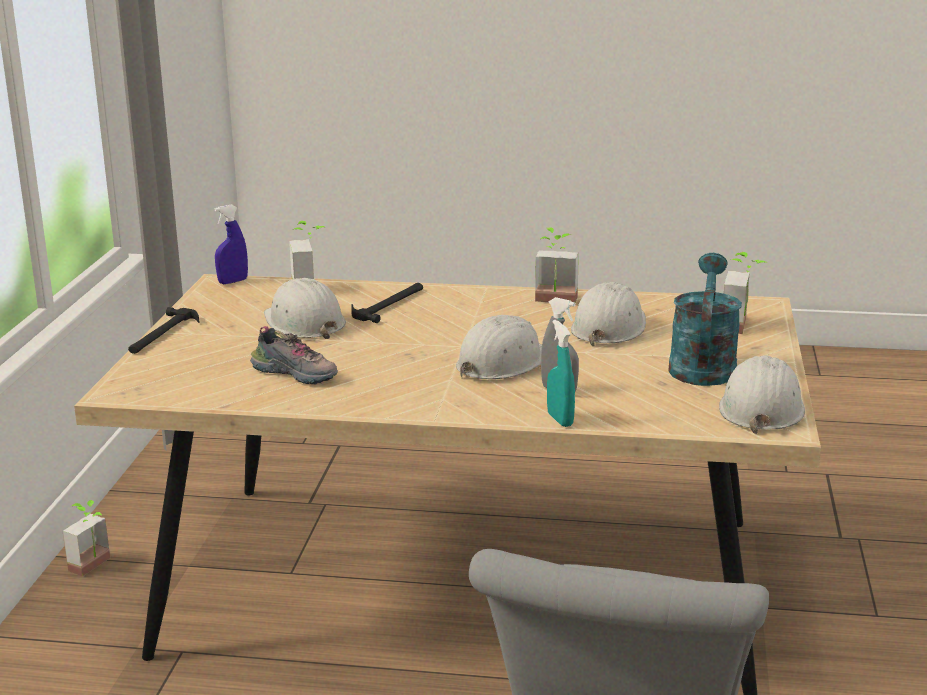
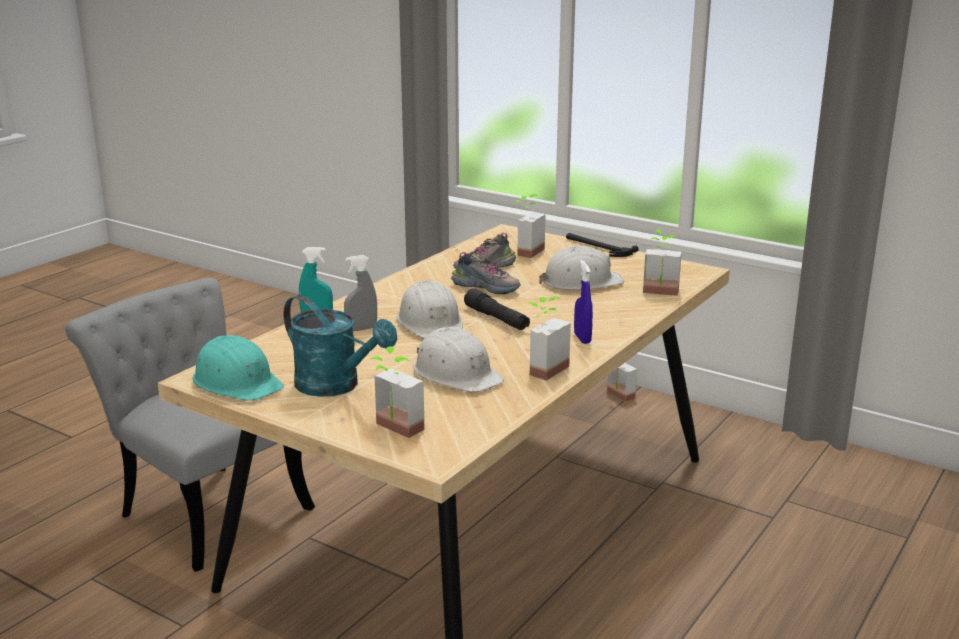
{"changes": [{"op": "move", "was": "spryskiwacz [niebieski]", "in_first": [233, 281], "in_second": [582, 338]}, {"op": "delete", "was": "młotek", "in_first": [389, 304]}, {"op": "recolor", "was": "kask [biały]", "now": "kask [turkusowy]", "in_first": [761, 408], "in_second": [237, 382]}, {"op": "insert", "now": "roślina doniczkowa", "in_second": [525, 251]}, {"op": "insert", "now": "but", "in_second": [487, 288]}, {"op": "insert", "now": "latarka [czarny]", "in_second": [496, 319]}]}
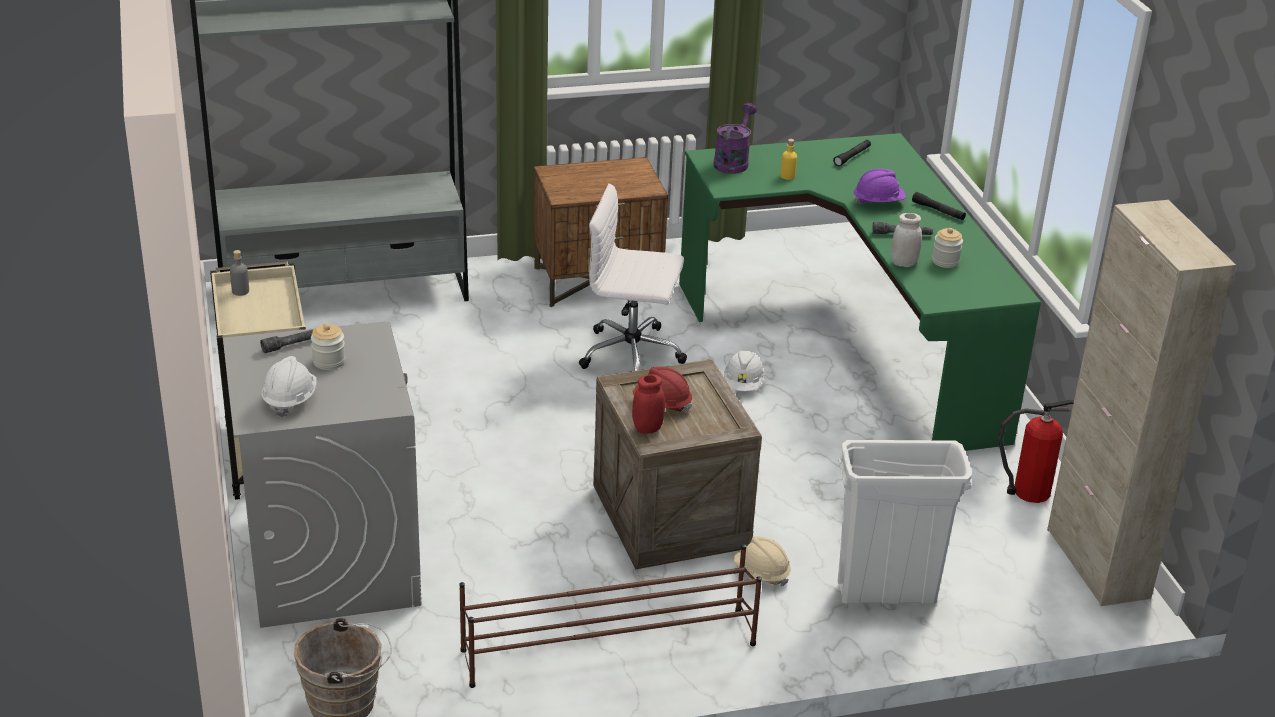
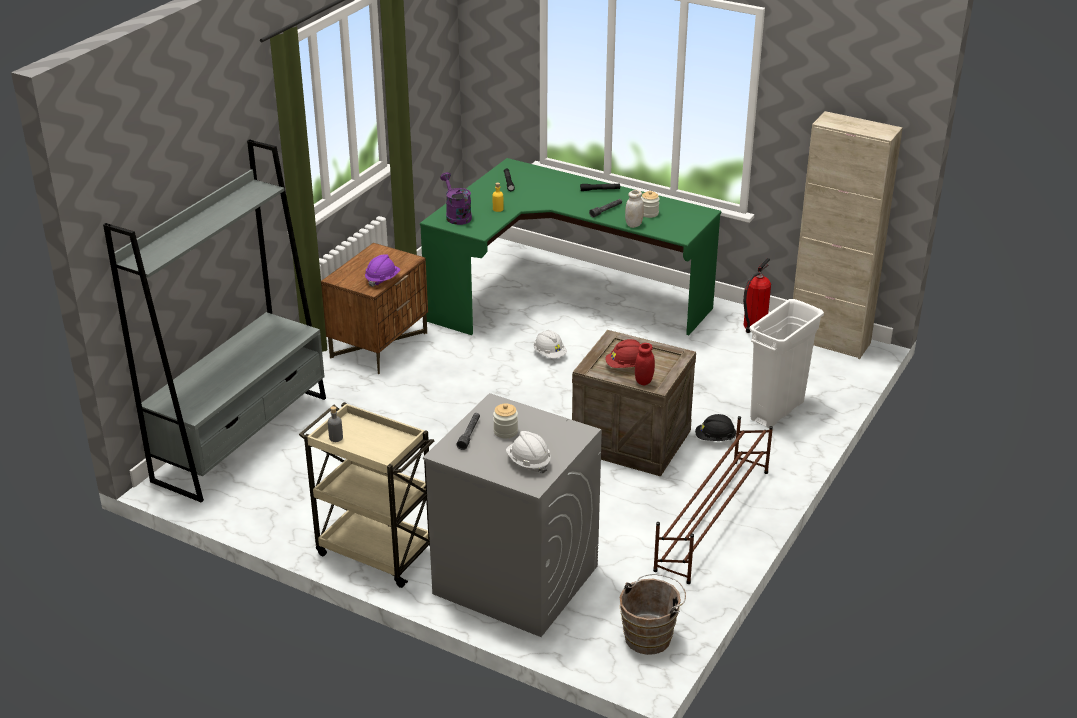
{"changes": [{"op": "move", "was": "kask [fioletowy]", "in_first": [878, 202], "in_second": [382, 279]}, {"op": "delete", "was": "krzesło biurowe [biały]", "in_first": [633, 355]}, {"op": "recolor", "was": "kask [beżowy]", "now": "kask [czarny]", "in_first": [761, 573], "in_second": [715, 439]}]}
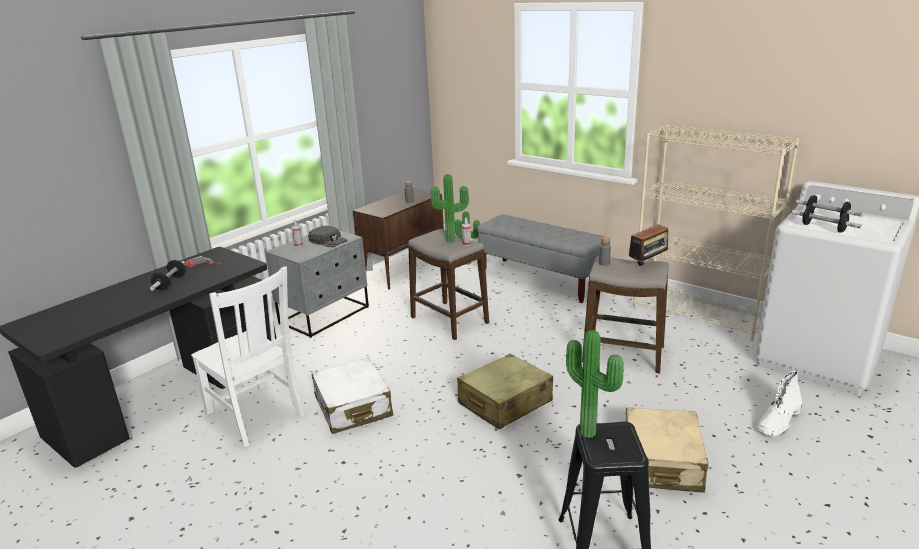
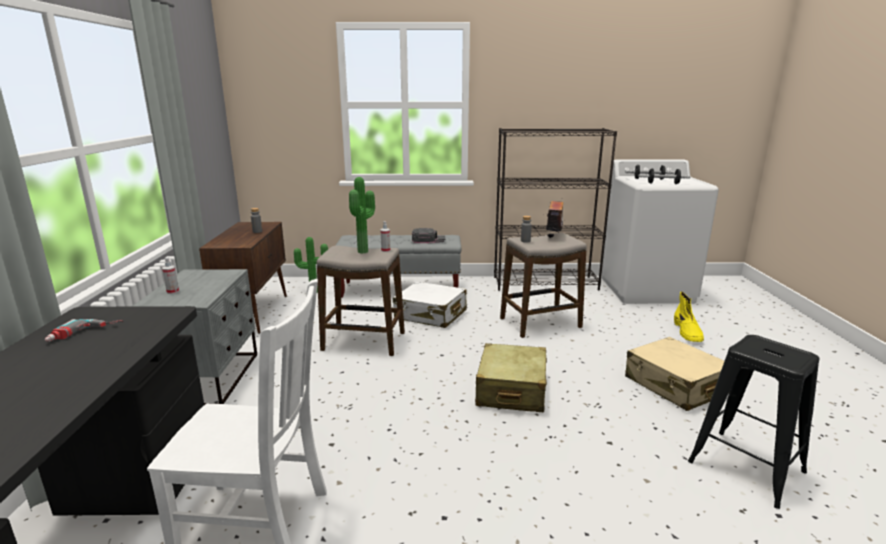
{"changes": [{"op": "recolor", "was": "regał [beżowy]", "now": "regał [czarny]", "in_first": [699, 314], "in_second": [545, 283]}, {"op": "move", "was": "czapka z daszkiem [czarny]", "in_first": [328, 240], "in_second": [428, 239]}, {"op": "delete", "was": "hantel", "in_first": [170, 283]}, {"op": "delete", "was": "roślina doniczkowa", "in_first": [590, 431]}, {"op": "move", "was": "walizka [biały]", "in_first": [353, 407], "in_second": [430, 315]}, {"op": "recolor", "was": "but z cholewką [biały]", "now": "but z cholewką [żółty]", "in_first": [778, 421], "in_second": [687, 332]}]}
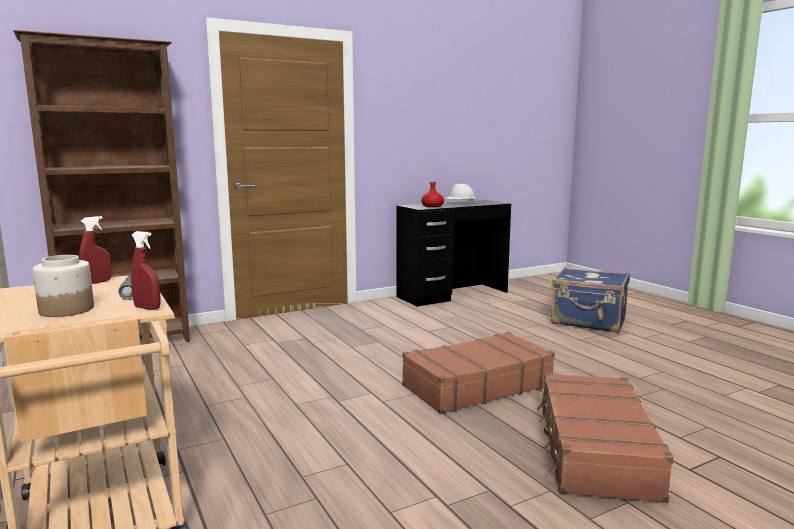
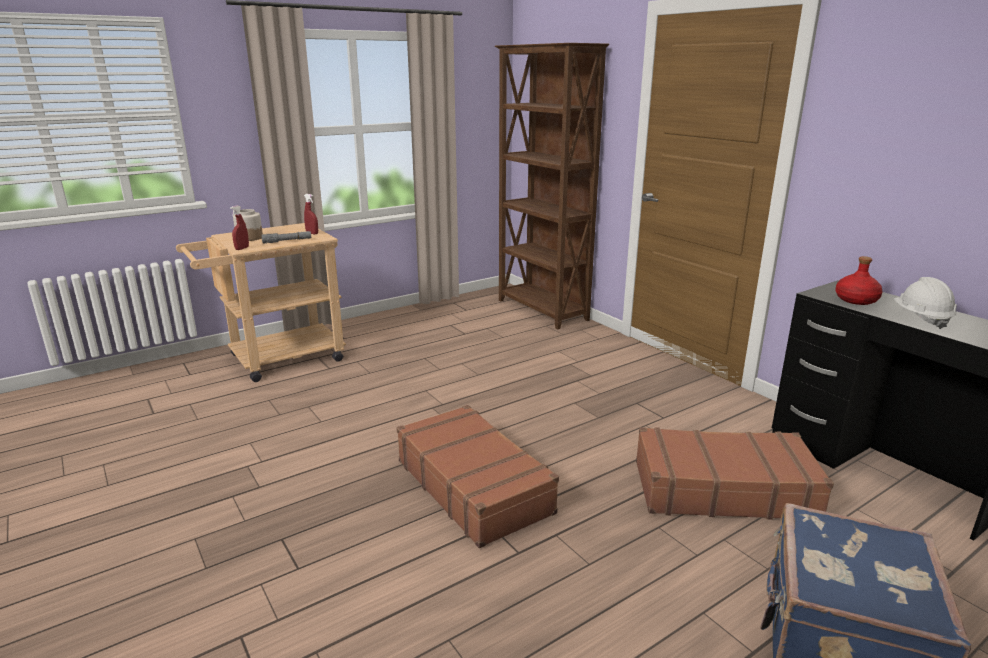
{"changes": [{"op": "move", "was": "walizka [brązowy]", "in_first": [594, 450], "in_second": [722, 489]}]}
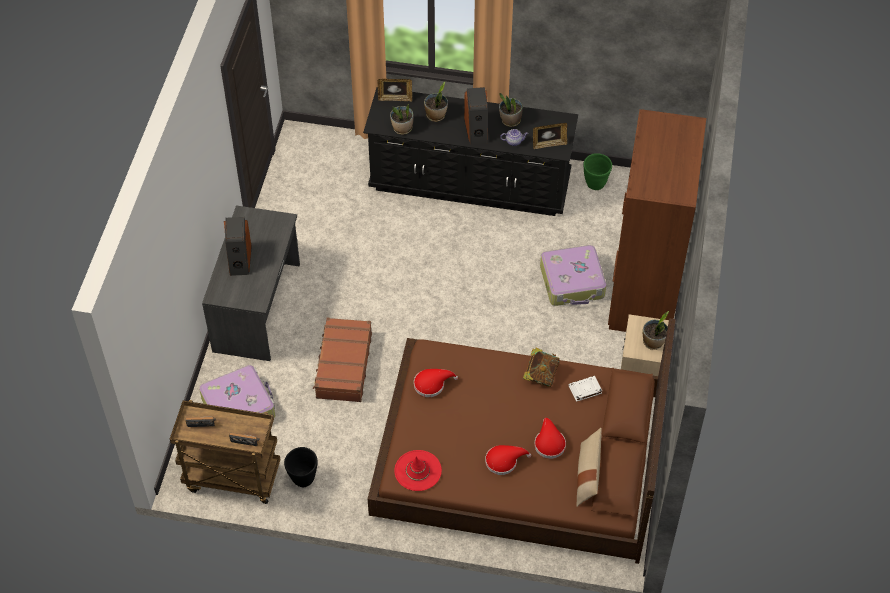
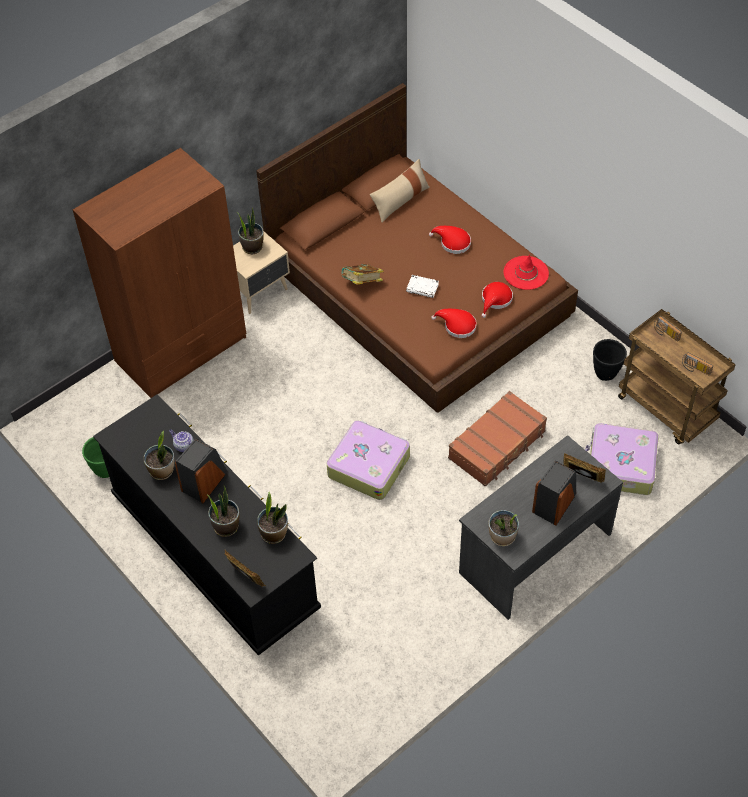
{"changes": [{"op": "move", "was": "ramka na zdjęcie", "in_first": [549, 144], "in_second": [582, 478]}, {"op": "move", "was": "walizka", "in_first": [572, 282], "in_second": [368, 465]}, {"op": "move", "was": "książka [biały]", "in_first": [585, 390], "in_second": [422, 288]}, {"op": "move", "was": "kapelusz [czerwony]", "in_first": [549, 443], "in_second": [495, 300]}, {"op": "insert", "now": "roślina doniczkowa", "in_second": [502, 537]}]}
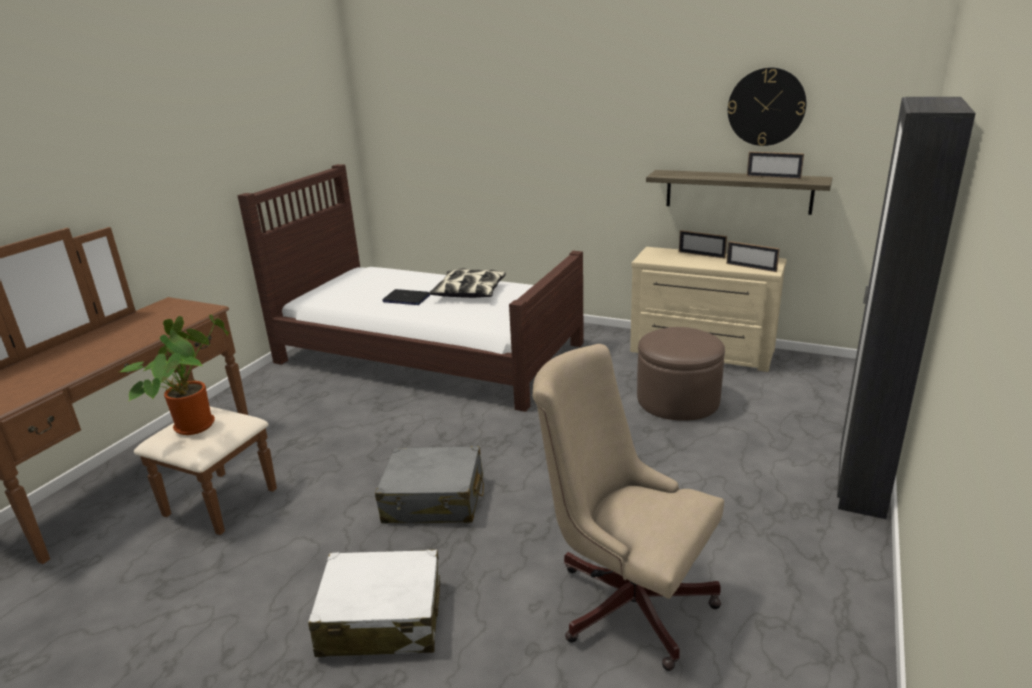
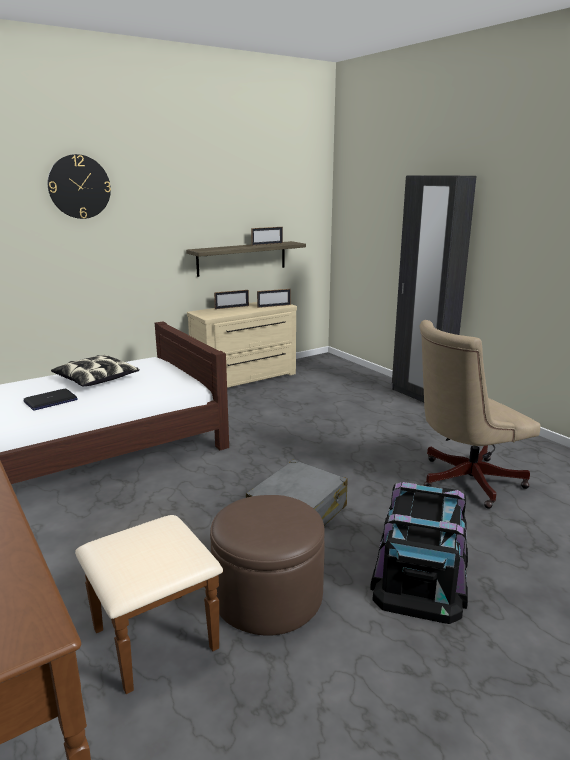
{"changes": [{"op": "move", "was": "zegar ścienny", "in_first": [766, 107], "in_second": [79, 187]}, {"op": "delete", "was": "roślina doniczkowa", "in_first": [195, 424]}, {"op": "move", "was": "pufa [brązowy]", "in_first": [677, 400], "in_second": [268, 595]}, {"op": "replace", "was": "walizka [biały]", "now": "pojemnik do przechowywania [czarny]", "in_first": [381, 619], "in_second": [421, 574]}]}
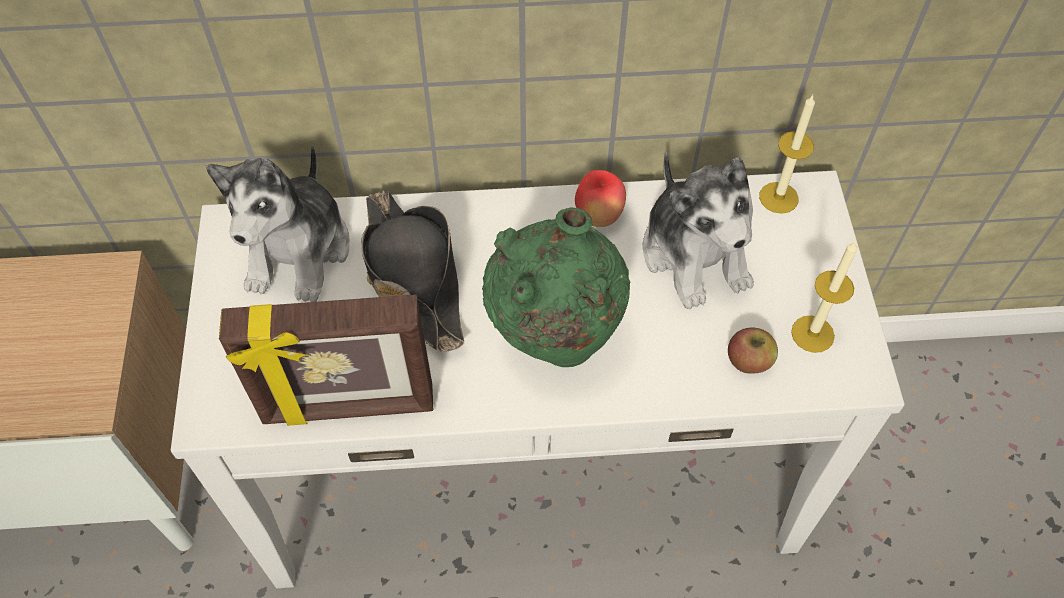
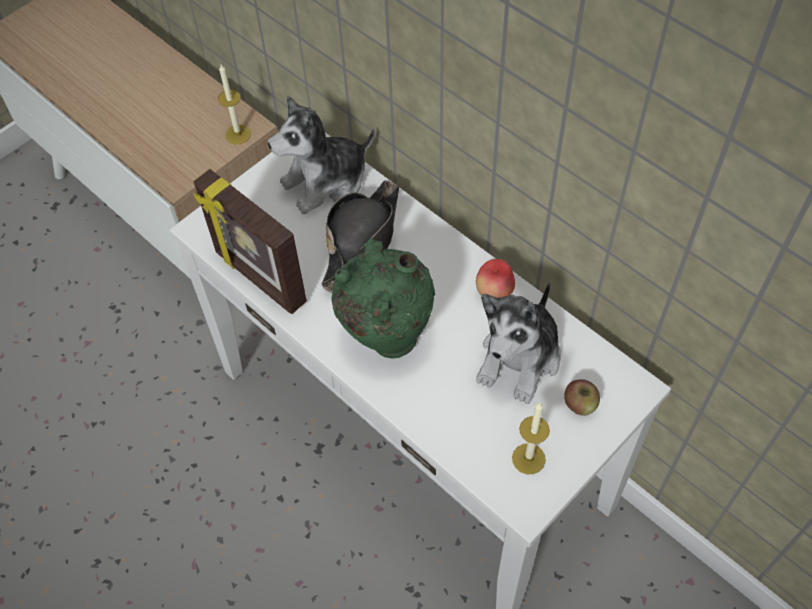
{"changes": [{"op": "move", "was": "świeca", "in_first": [778, 197], "in_second": [238, 134]}, {"op": "move", "was": "jabłko", "in_first": [749, 360], "in_second": [580, 404]}]}
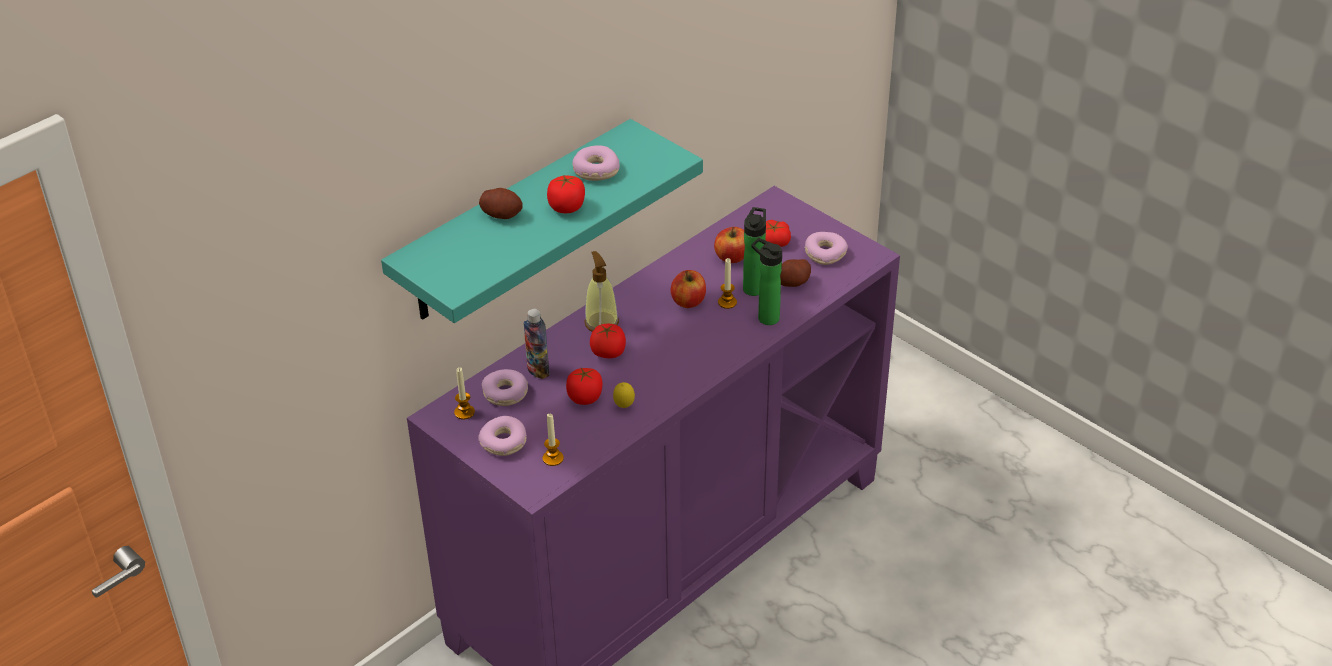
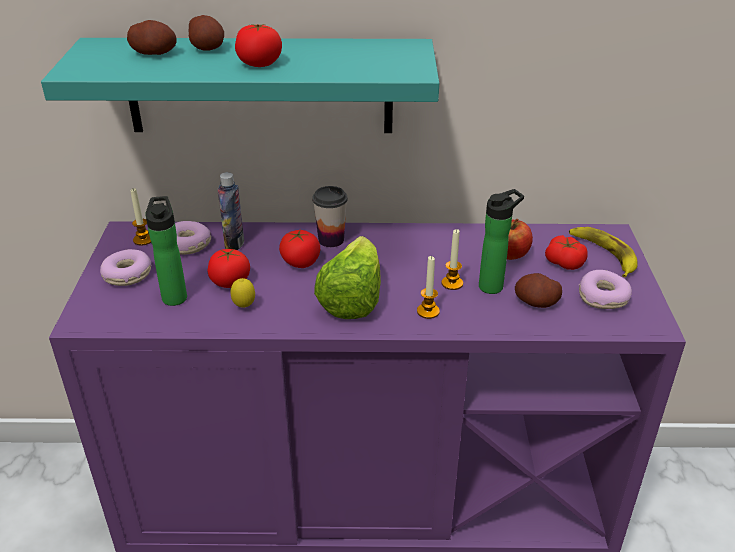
{"changes": [{"op": "delete", "was": "donut", "in_first": [595, 170]}, {"op": "move", "was": "butelka", "in_first": [765, 317], "in_second": [174, 296]}, {"op": "replace", "was": "dozownik mydła", "now": "filiżanka", "in_first": [601, 323], "in_second": [331, 240]}, {"op": "delete", "was": "jabłko", "in_first": [688, 301]}, {"op": "move", "was": "świeca", "in_first": [553, 458], "in_second": [428, 311]}, {"op": "insert", "now": "ziemniak", "in_second": [154, 53]}, {"op": "insert", "now": "banan", "in_second": [603, 254]}, {"op": "insert", "now": "sałata", "in_second": [352, 299]}]}
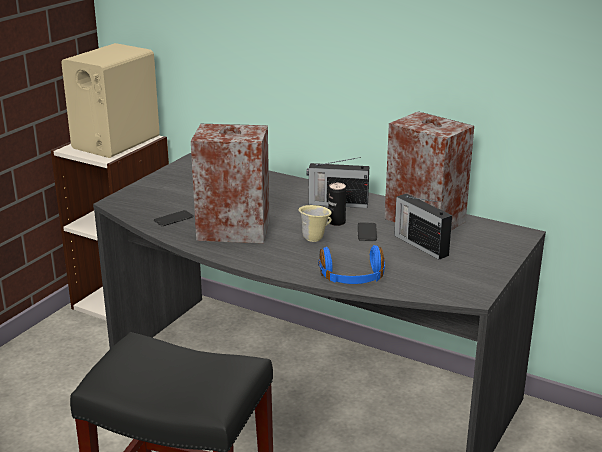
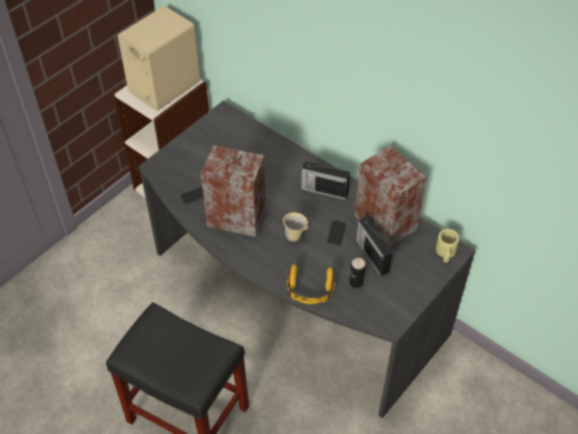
{"changes": [{"op": "move", "was": "puszka", "in_first": [336, 222], "in_second": [356, 282]}, {"op": "recolor", "was": "słuchawki [niebieski]", "now": "słuchawki [żółty]", "in_first": [352, 278], "in_second": [310, 290]}, {"op": "insert", "now": "kubek [beżowy]", "in_second": [445, 253]}]}
